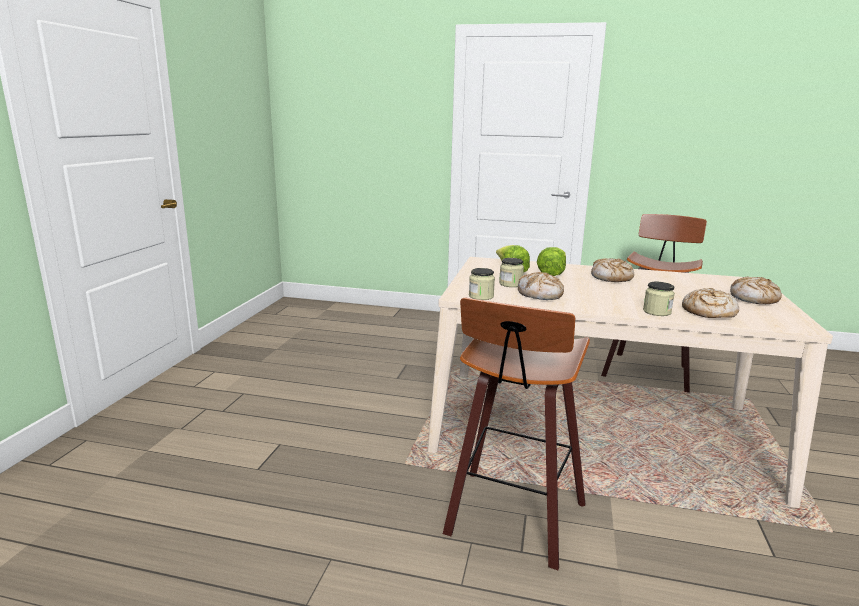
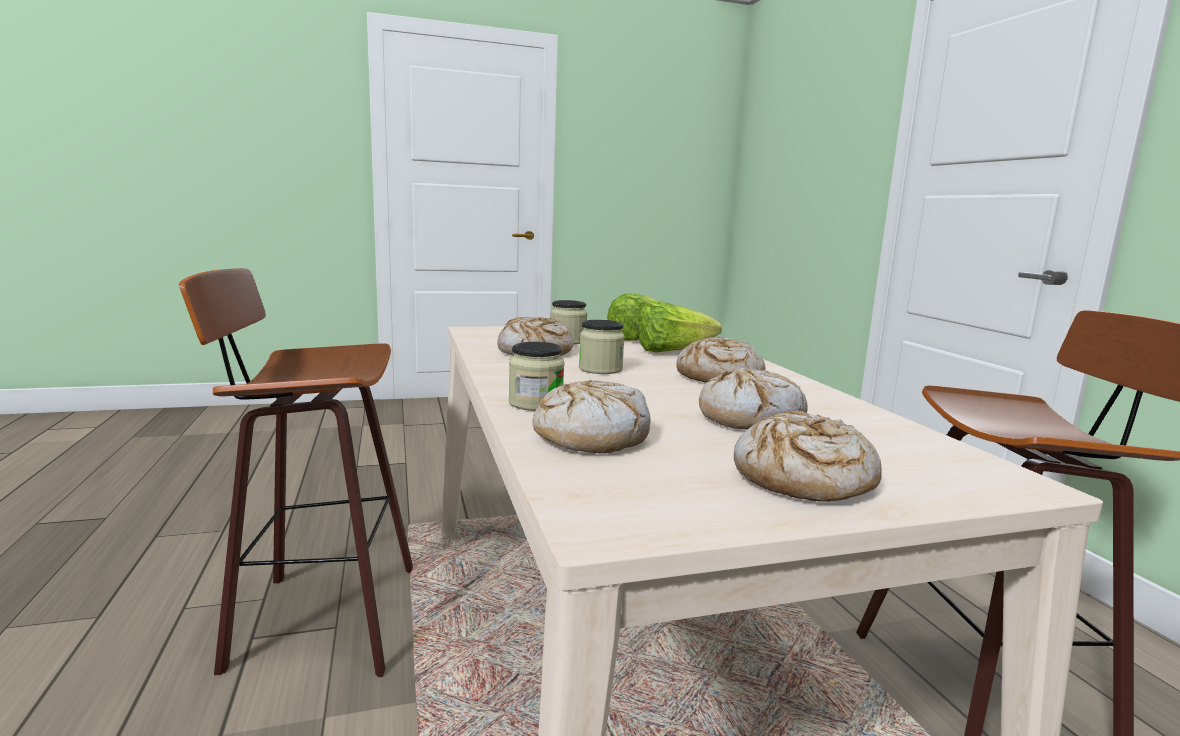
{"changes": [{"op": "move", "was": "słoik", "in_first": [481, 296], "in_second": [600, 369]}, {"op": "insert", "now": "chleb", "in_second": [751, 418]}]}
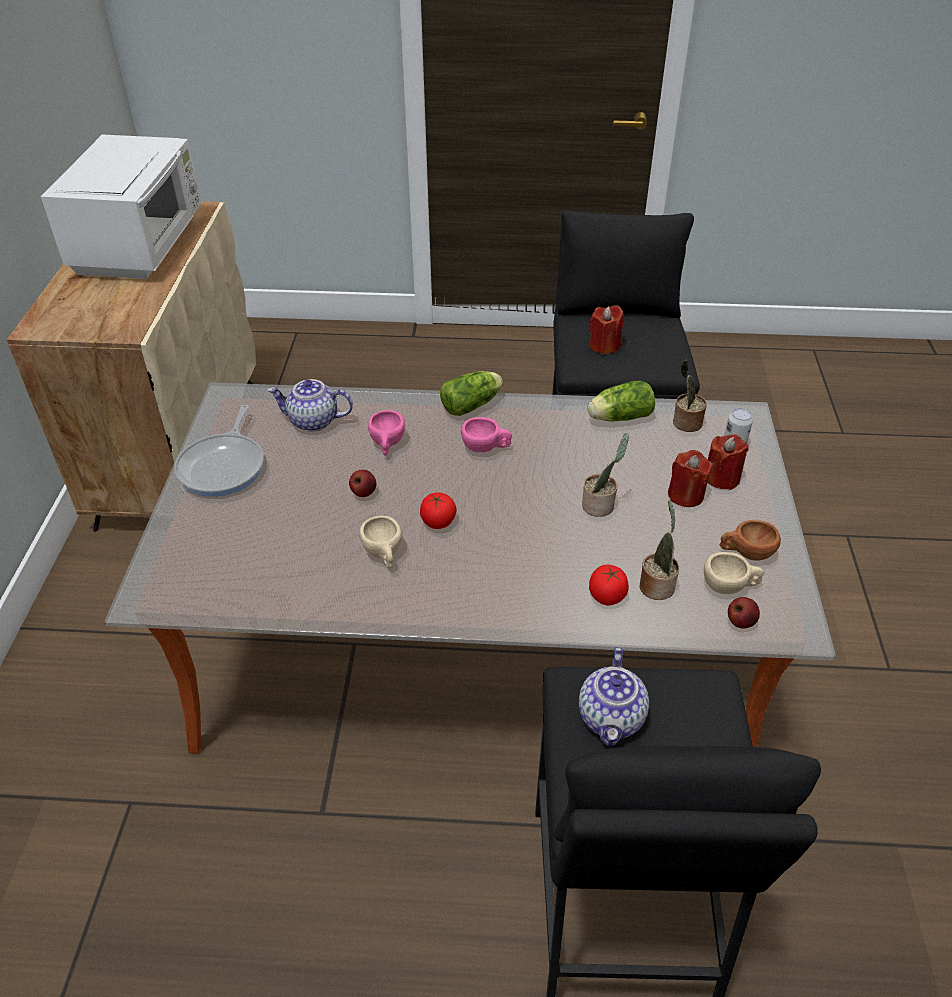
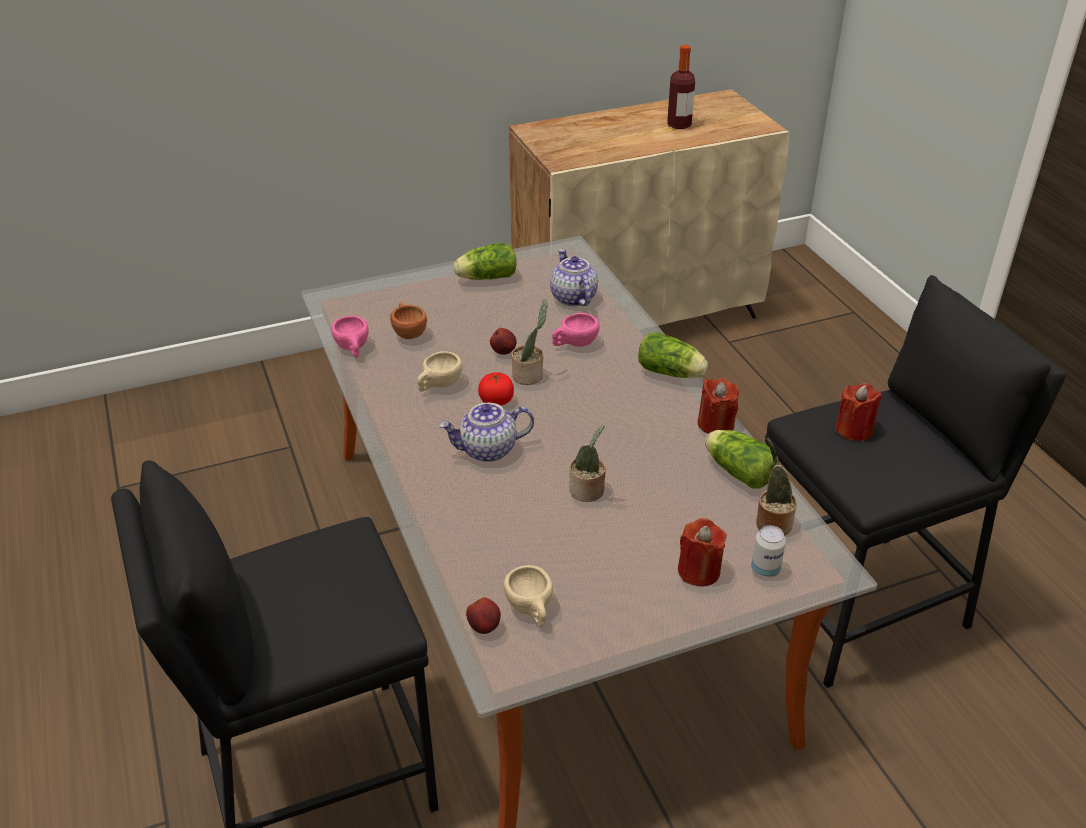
{"changes": [{"op": "replace", "was": "mikrofalówka [biały]", "now": "butelka", "in_first": [142, 246], "in_second": [679, 125]}, {"op": "replace", "was": "patelnia", "now": "sałata", "in_first": [224, 466], "in_second": [485, 278]}, {"op": "move", "was": "filiżanka [różowy]", "in_first": [486, 447], "in_second": [353, 349]}, {"op": "move", "was": "świeca [czerwony]", "in_first": [685, 495], "in_second": [715, 424]}, {"op": "move", "was": "roślina doniczkowa", "in_first": [657, 584], "in_second": [530, 375]}, {"op": "move", "was": "filiżanka [brązowy]", "in_first": [746, 553], "in_second": [408, 332]}, {"op": "delete", "was": "pomidor", "in_first": [607, 596]}, {"op": "move", "was": "imbryk", "in_first": [612, 718], "in_second": [487, 450]}]}
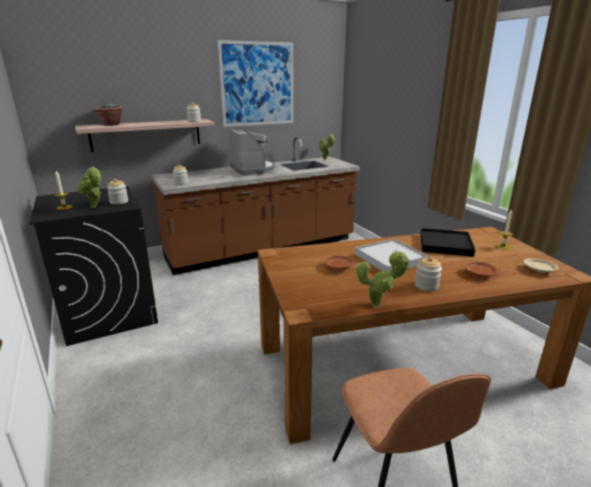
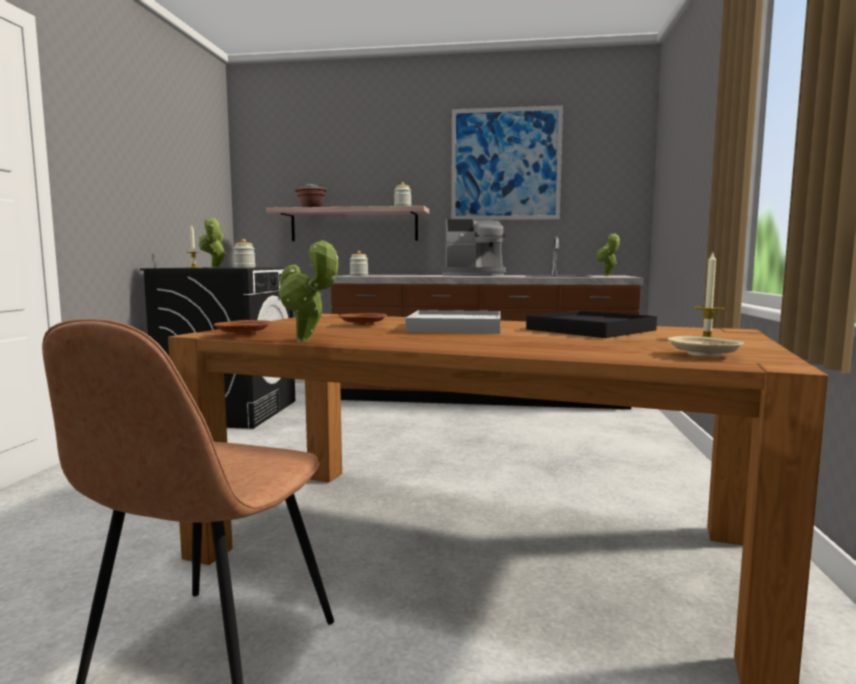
{"changes": [{"op": "rotate", "was": "ekspres do kawy", "in_first": [253, 170], "in_second": [473, 275], "clockwise": 75}, {"op": "delete", "was": "słoik", "in_first": [426, 286]}, {"op": "move", "was": "talerz [brązowy]", "in_first": [479, 273], "in_second": [244, 334]}]}
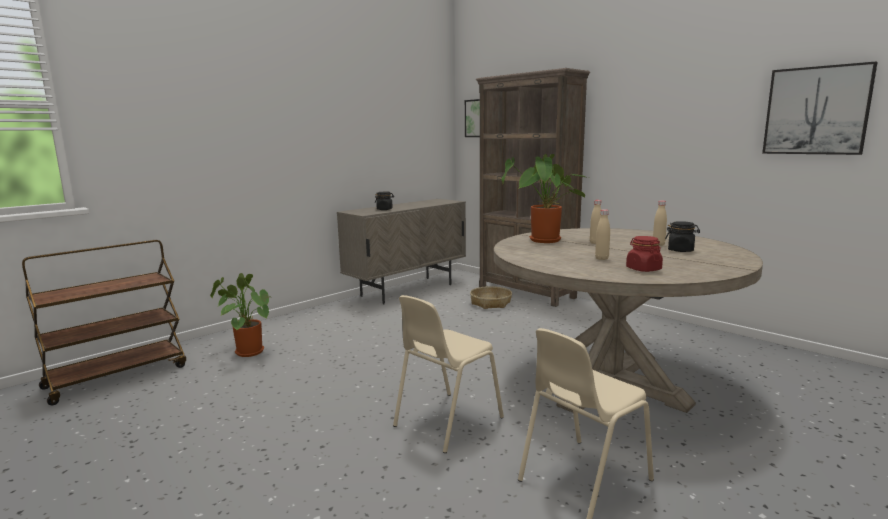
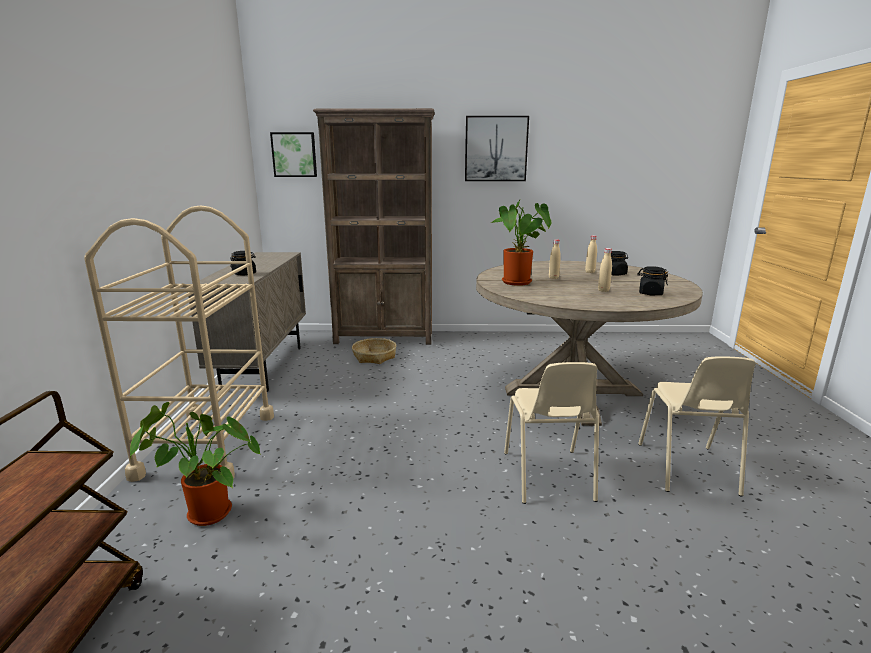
{"changes": [{"op": "move", "was": "obraz", "in_first": [816, 111], "in_second": [496, 149]}, {"op": "recolor", "was": "słoik [czerwony]", "now": "słoik [czarny]", "in_first": [643, 269], "in_second": [650, 293]}, {"op": "insert", "now": "wózek [beżowy]", "in_second": [208, 444]}]}
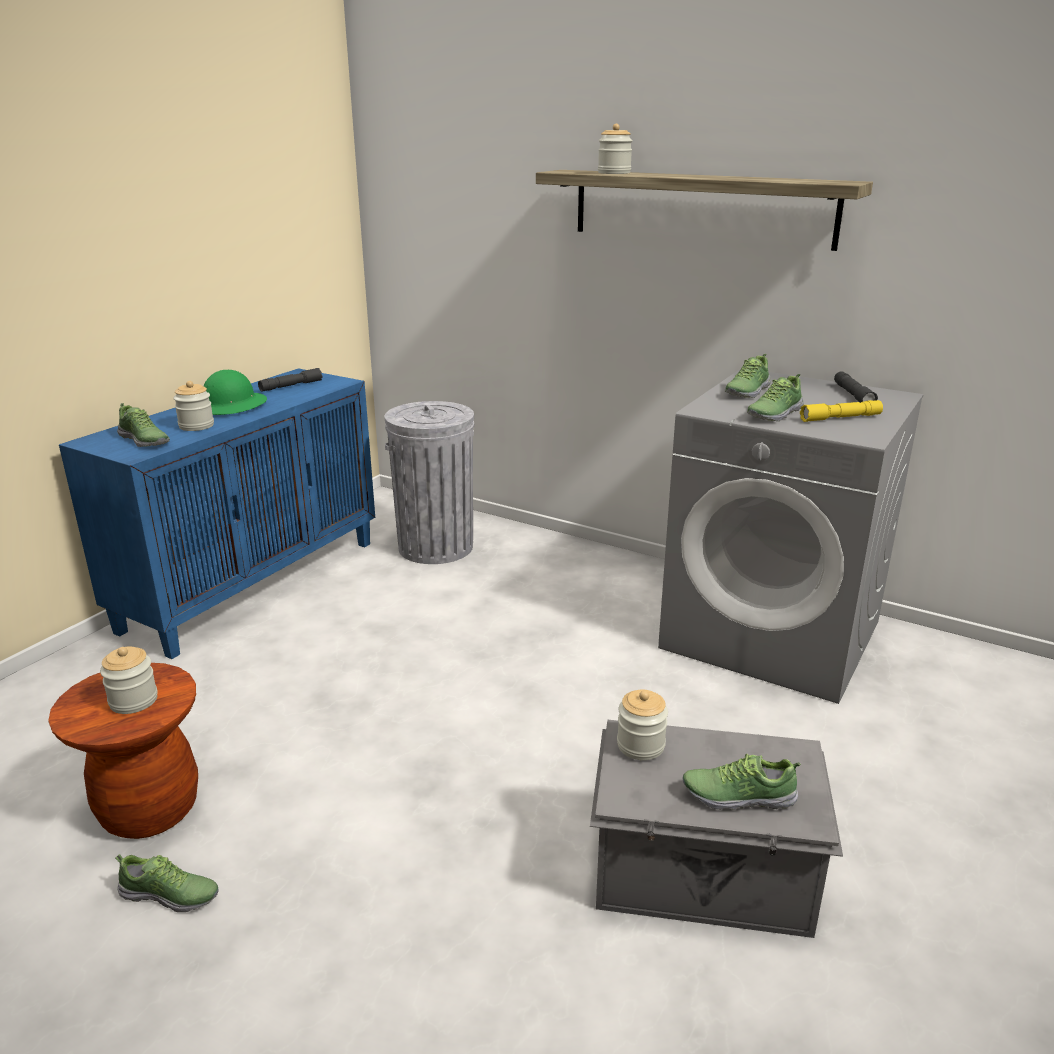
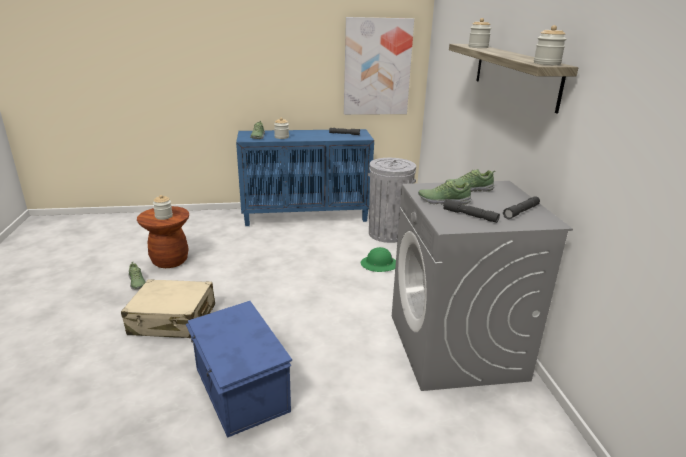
{"changes": [{"op": "move", "was": "kask [zielony]", "in_first": [230, 406], "in_second": [379, 264]}, {"op": "recolor", "was": "latarka [żółty]", "now": "latarka [szary]", "in_first": [840, 418], "in_second": [470, 216]}, {"op": "move", "was": "słoik", "in_first": [640, 745], "in_second": [547, 63]}, {"op": "recolor", "was": "pojemnik do przechowywania [szary]", "now": "pojemnik do przechowywania [niebieski]", "in_first": [703, 875], "in_second": [240, 390]}, {"op": "delete", "was": "but", "in_first": [738, 795]}, {"op": "insert", "now": "obraz", "in_second": [377, 67]}, {"op": "insert", "now": "walizka [beżowy]", "in_second": [173, 320]}]}
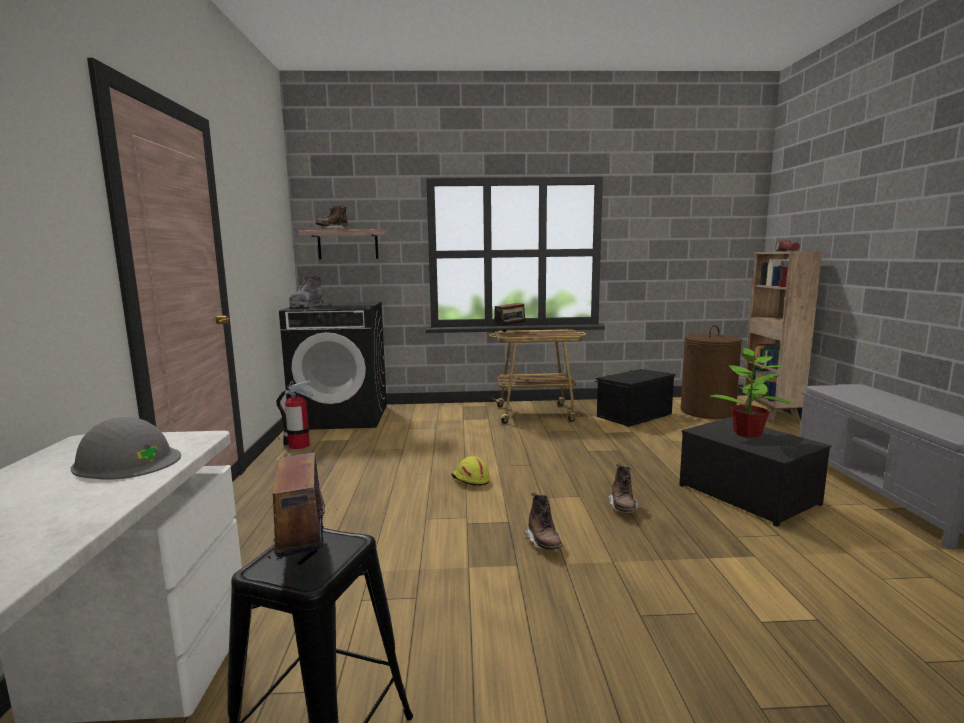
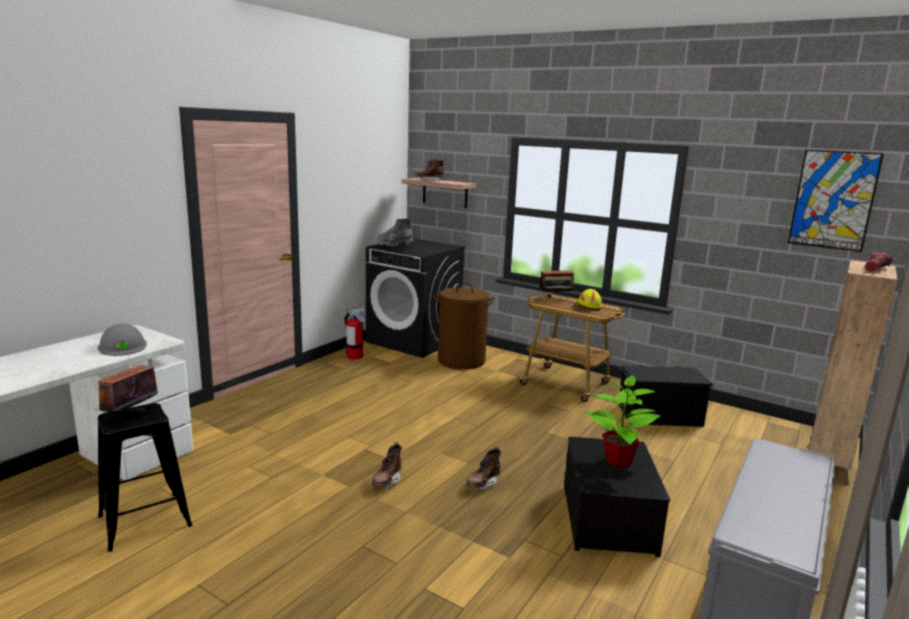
{"changes": [{"op": "move", "was": "kosz na pranie [brązowy]", "in_first": [707, 411], "in_second": [461, 361]}, {"op": "move", "was": "kask [żółty]", "in_first": [470, 480], "in_second": [587, 306]}, {"op": "insert", "now": "obraz", "in_second": [833, 200]}]}
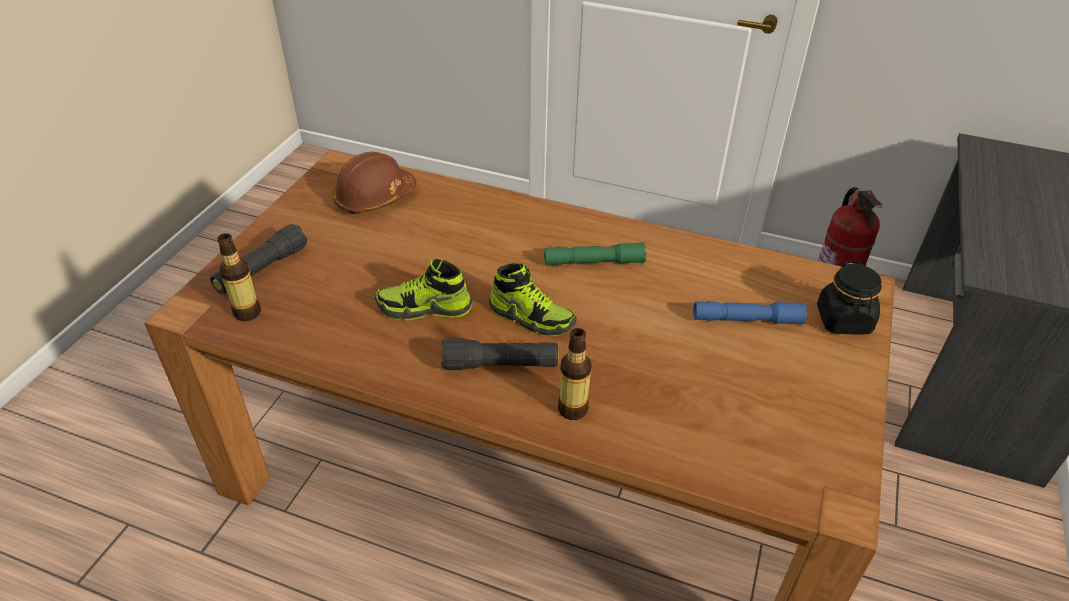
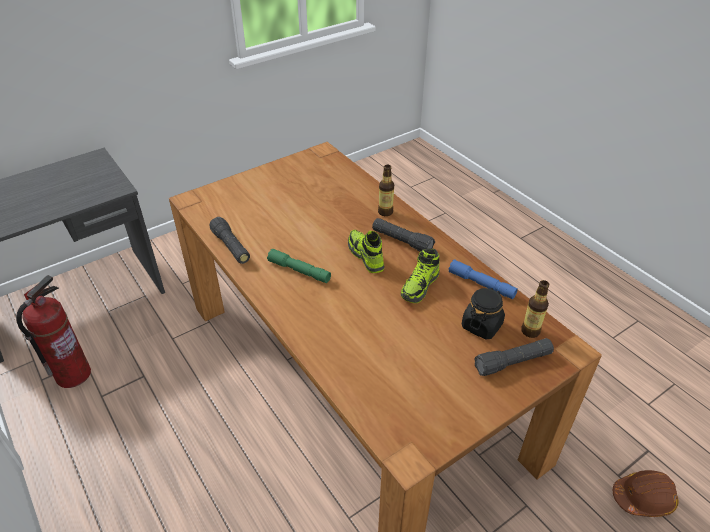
{"changes": [{"op": "move", "was": "kask [brązowy]", "in_first": [375, 197], "in_second": [643, 498]}, {"op": "rotate", "was": "but", "in_first": [424, 308], "in_second": [420, 286], "clockwise": 90}, {"op": "move", "was": "słoik [czarny]", "in_first": [843, 320], "in_second": [481, 325]}, {"op": "move", "was": "latarka [niebieski]", "in_first": [747, 320], "in_second": [481, 284]}, {"op": "insert", "now": "latarka [czarny]", "in_second": [231, 247]}]}
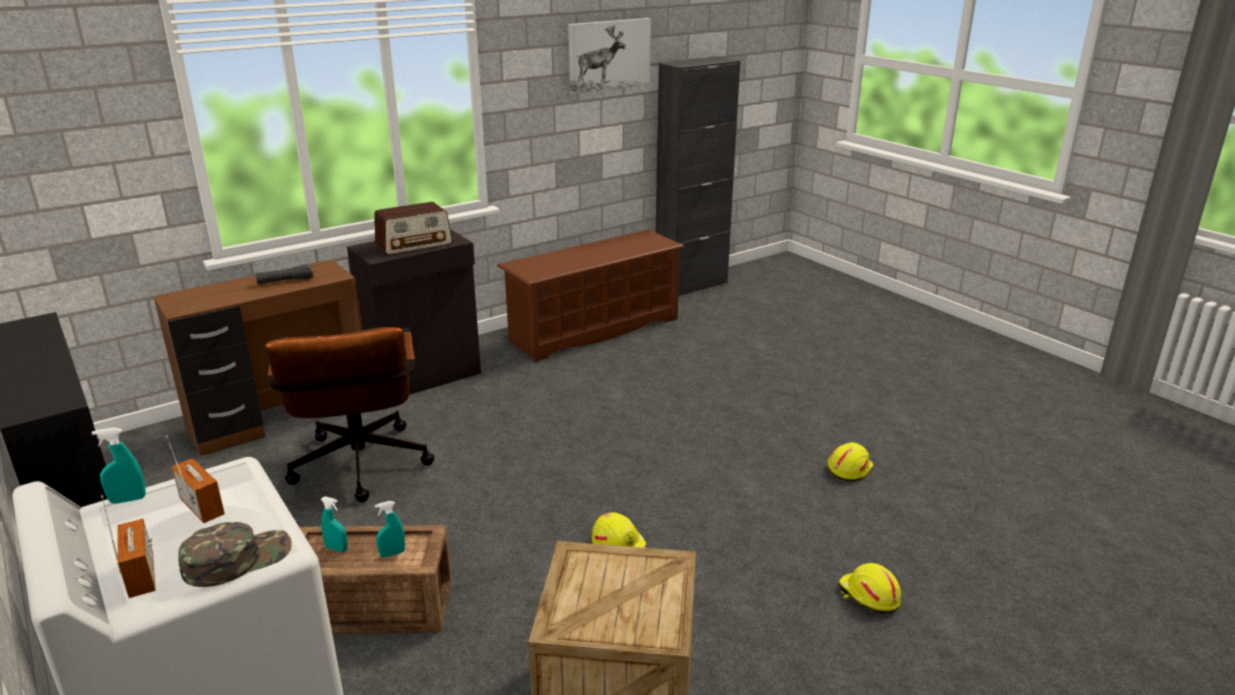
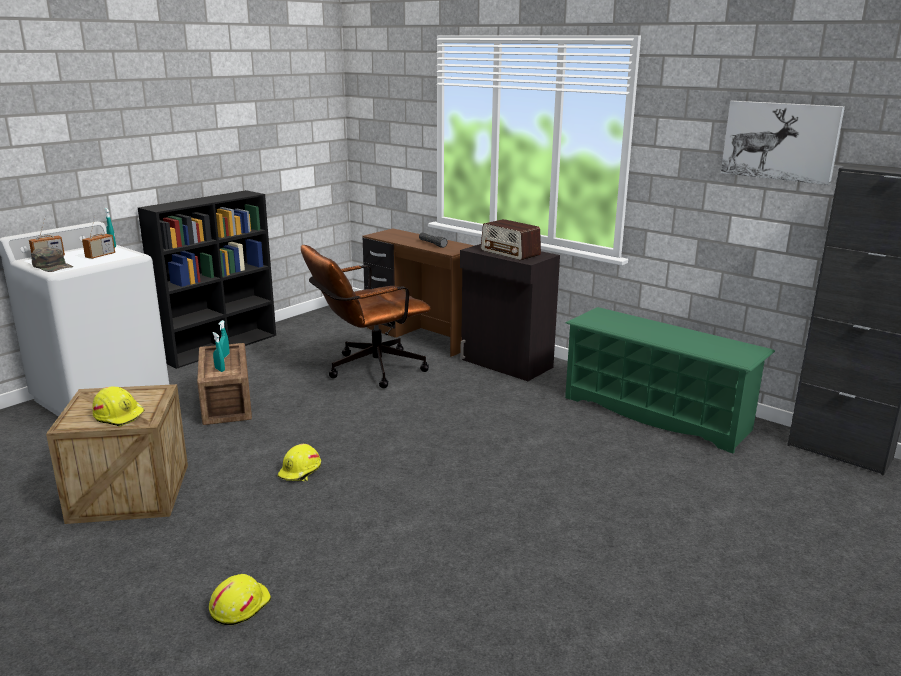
{"changes": [{"op": "recolor", "was": "regał na buty [brązowy]", "now": "regał na buty [zielony]", "in_first": [594, 330], "in_second": [656, 413]}, {"op": "move", "was": "kask [żółty]", "in_first": [848, 468], "in_second": [119, 415]}]}
